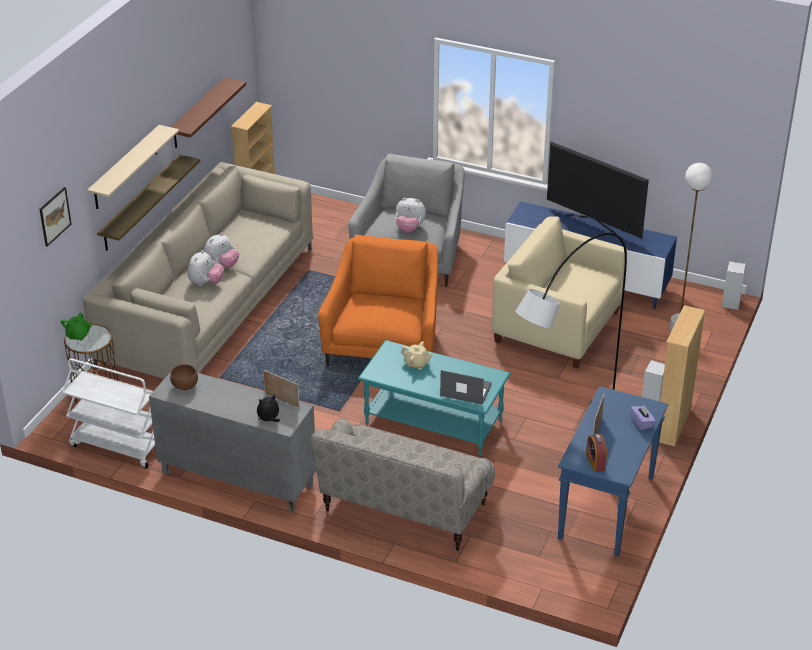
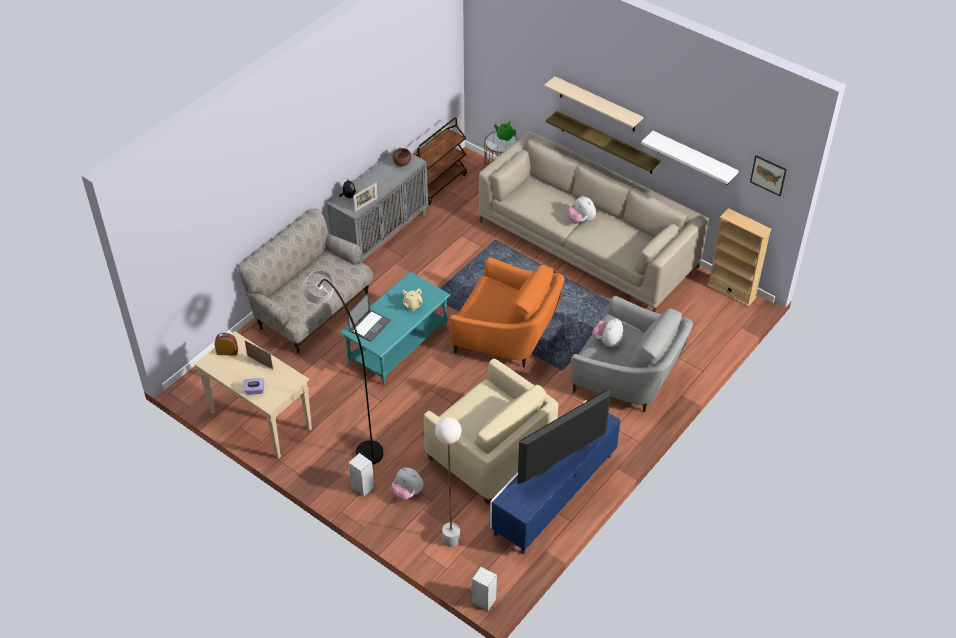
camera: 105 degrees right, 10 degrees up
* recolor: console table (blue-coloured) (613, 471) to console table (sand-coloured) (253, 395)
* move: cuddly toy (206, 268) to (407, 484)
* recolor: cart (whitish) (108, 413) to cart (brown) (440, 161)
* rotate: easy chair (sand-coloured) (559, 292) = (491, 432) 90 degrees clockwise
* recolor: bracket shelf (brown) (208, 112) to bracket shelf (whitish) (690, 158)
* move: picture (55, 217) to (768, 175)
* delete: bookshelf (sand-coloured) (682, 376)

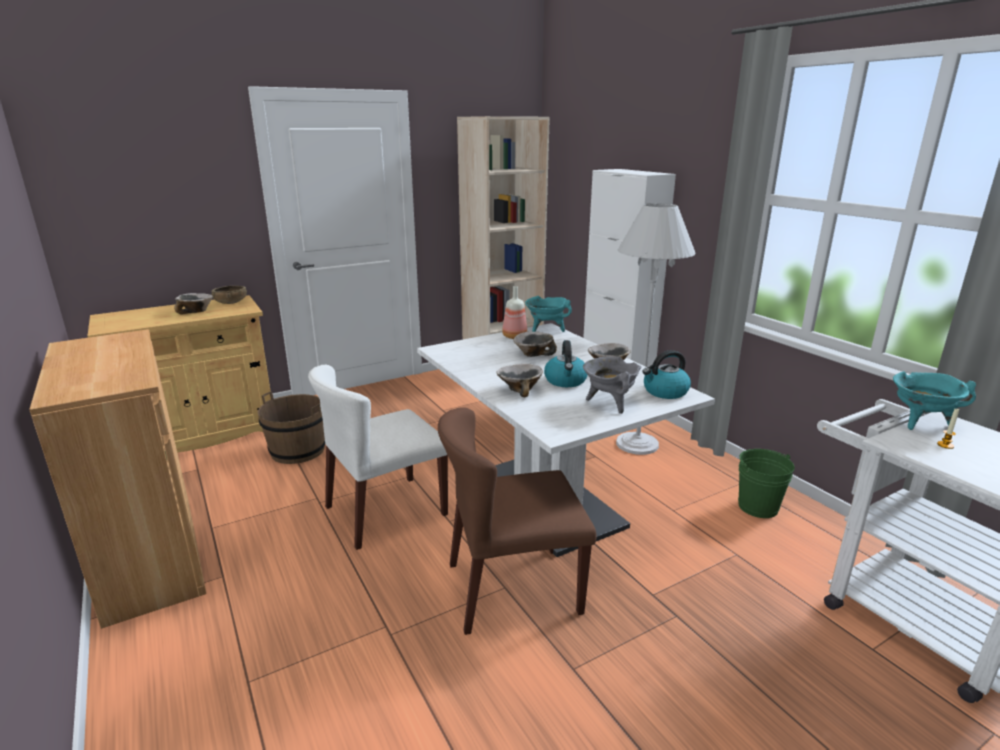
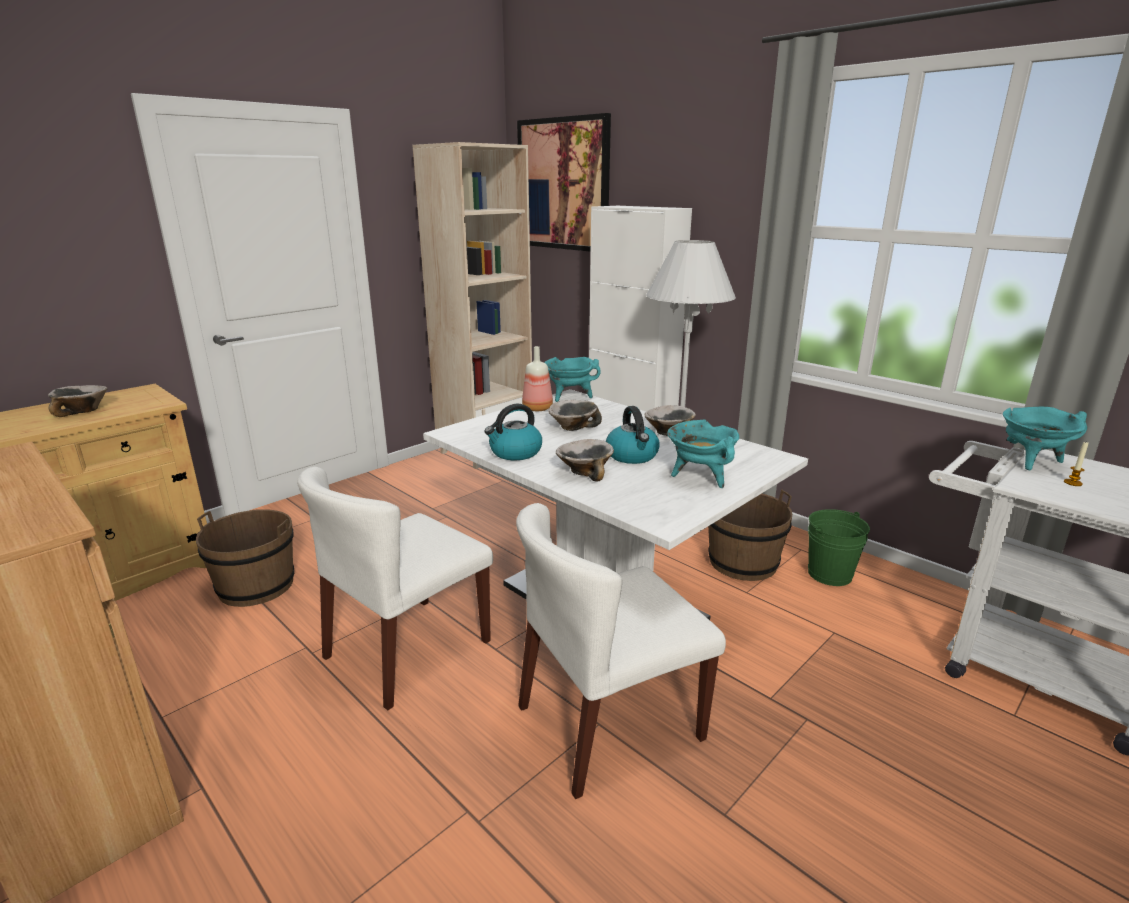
camera: 15 degrees left, 0 degrees up
* move: tea kettle (667, 374) to (513, 432)
* recolor: upright chair (brown) (517, 521) to upright chair (whitish) (621, 651)
* insert: picture (564, 182)
* recolor: stockpot (gray) (612, 385) to stockpot (turquoise-coloured) (703, 454)
* insert: pail (brown) (750, 535)
* delete: bowl (brown) (229, 295)

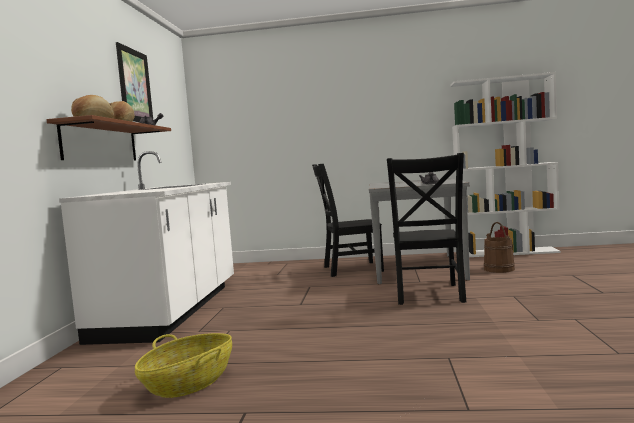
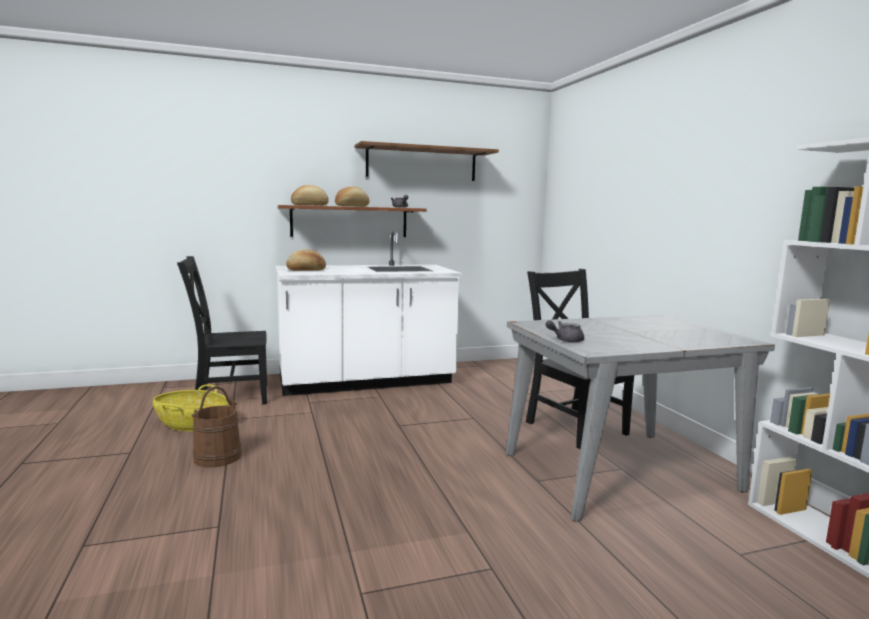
camera: 65 degrees right, 5 degrees up
* move: upright chair (black) (426, 229) to (222, 330)
* move: pail (brown) (499, 247) to (216, 427)
* insert: baked bread (306, 260)
* replace: picture (134, 82) to bracket shelf (brown) (427, 161)

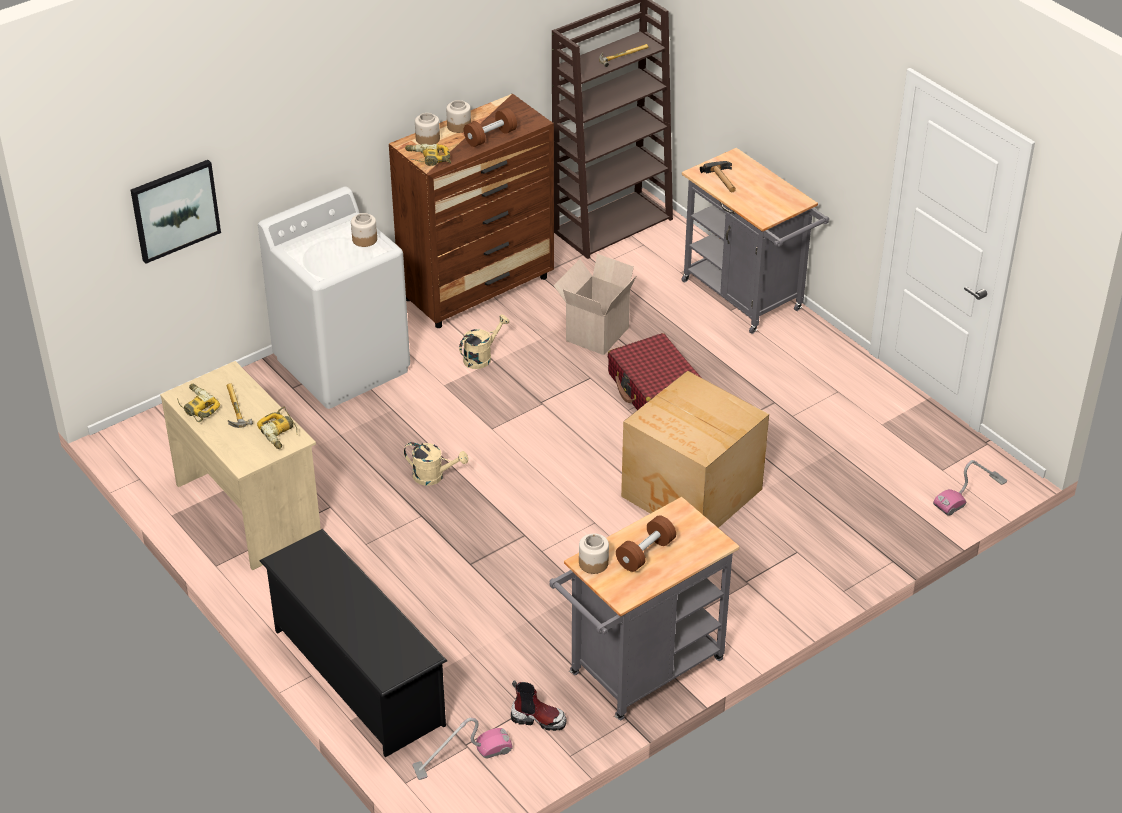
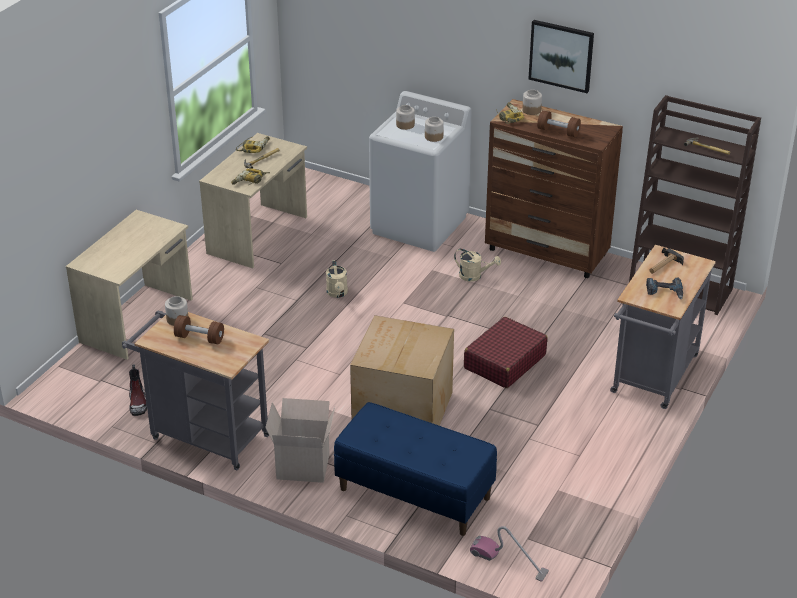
camera: 65 degrees right, 5 degrees down
* replace: shoe shelf (black) (353, 643) to desk unit (sand-coloured) (129, 285)
* move: cardboard box (595, 304) to (300, 440)
* insert: long seat (blue-coloured) (415, 469)
* move: jar (458, 116) to (405, 117)
* move: picture (176, 212) to (561, 56)
* insert: electric drill (664, 288)
* delete: hoover (462, 749)

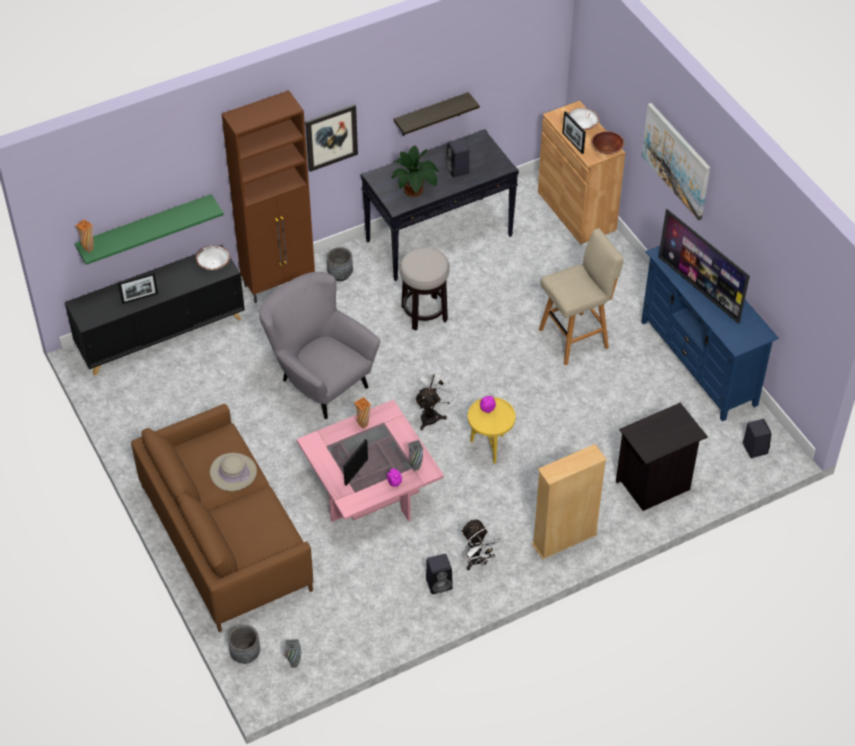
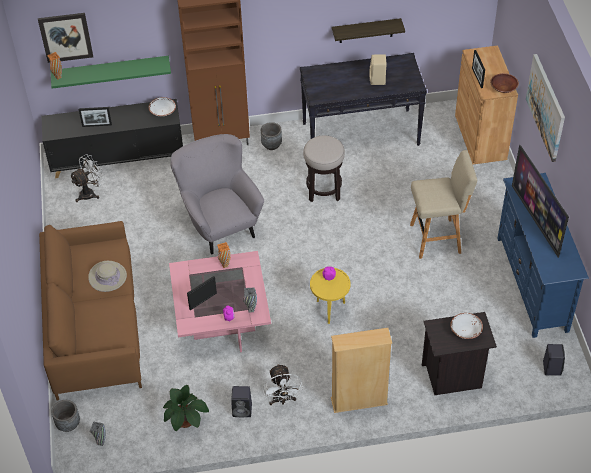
camera: 20 degrees right, 0 degrees up
* move: picture (331, 138) to (65, 38)
* move: fan (whitish) (436, 398) to (87, 178)
* move: houseplant (415, 171) to (186, 408)
* recolor: loudspeaker (black) (457, 157) to loudspeaker (sand-coloured) (378, 69)
* move: bowl (whitish) (583, 119) to (466, 326)

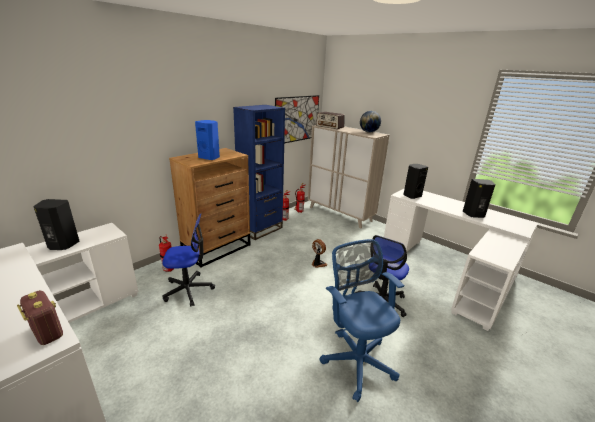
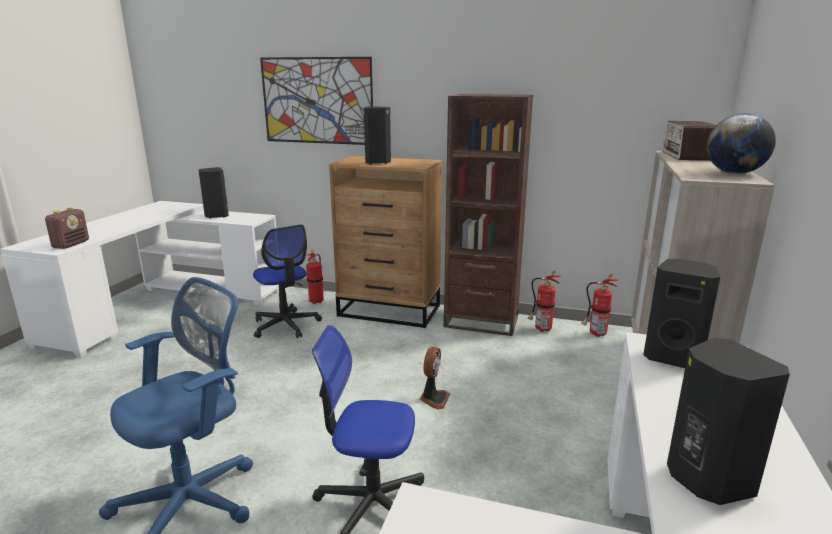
camera: 65 degrees right, 5 degrees down
* move: picture (297, 119) to (316, 101)
* recolor: loudspeaker (blue-coloured) (207, 140) to loudspeaker (black) (377, 136)
* recolor: bookshelf (blue-coloured) (259, 172) to bookshelf (brown) (488, 215)

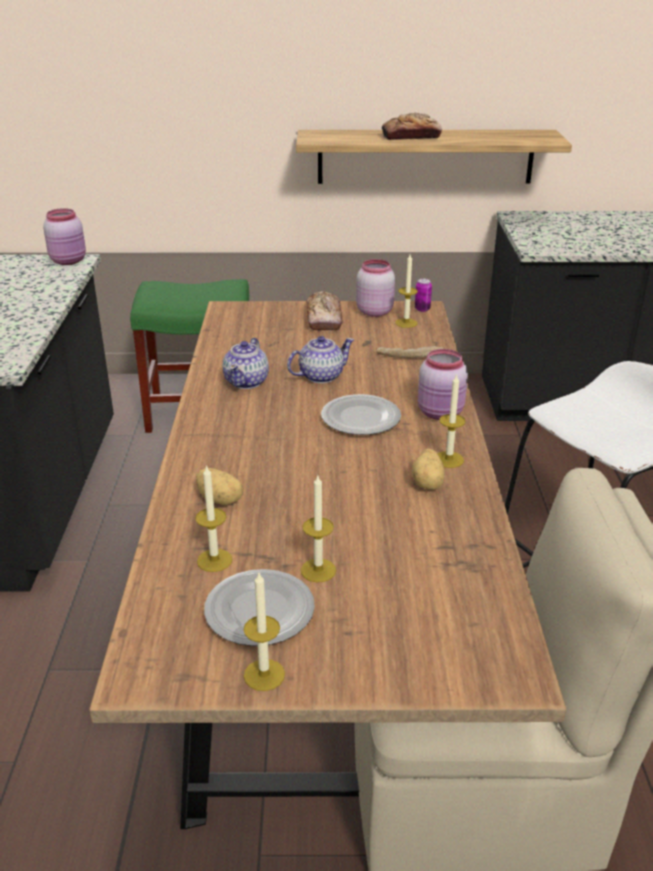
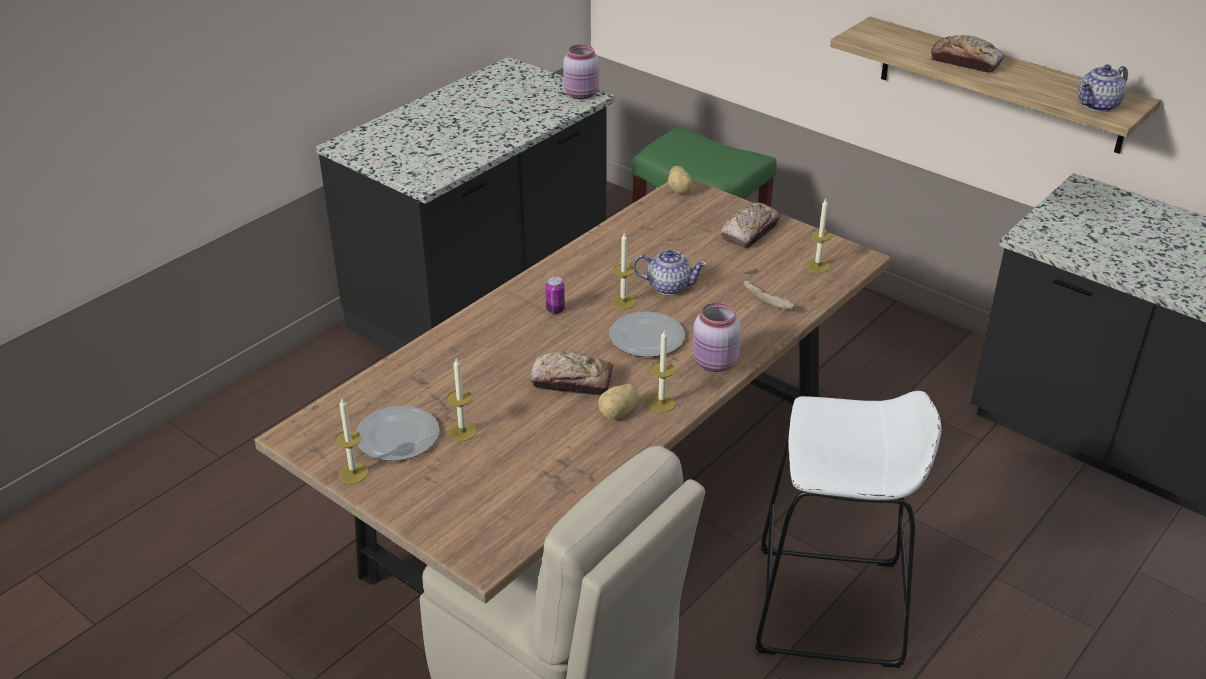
camera: 40 degrees right, 5 degrees up
* insert: baked bread (571, 373)
* move: can (423, 295) to (555, 295)
* move: wax candle (213, 518) to (623, 271)
* move: whole potato (220, 486) to (680, 180)
* move: tea pot (246, 363) to (1103, 88)
* delete: jar (pinkish) (375, 288)

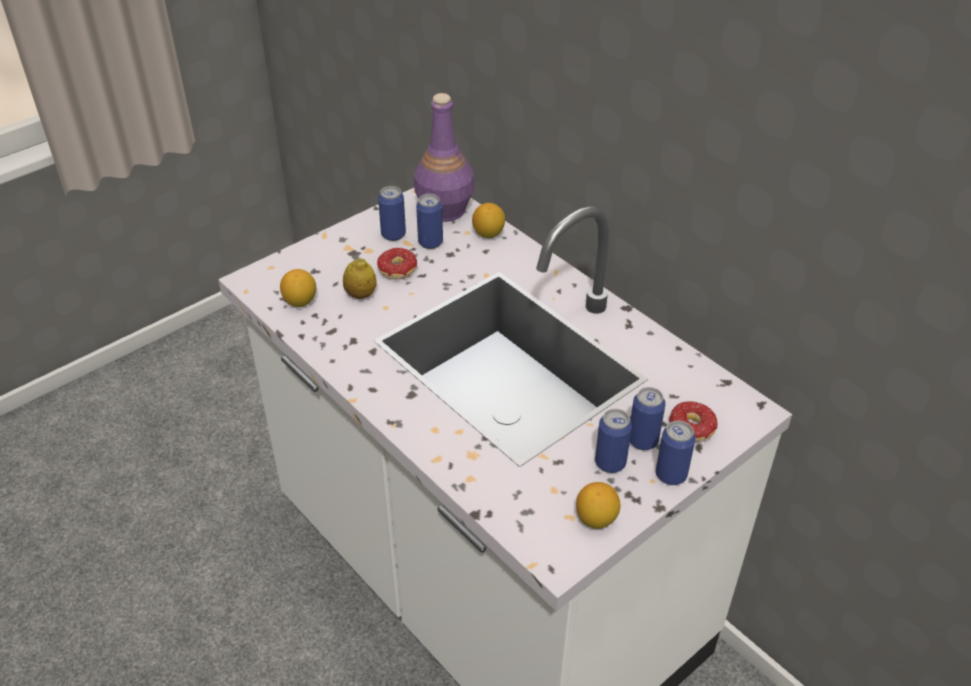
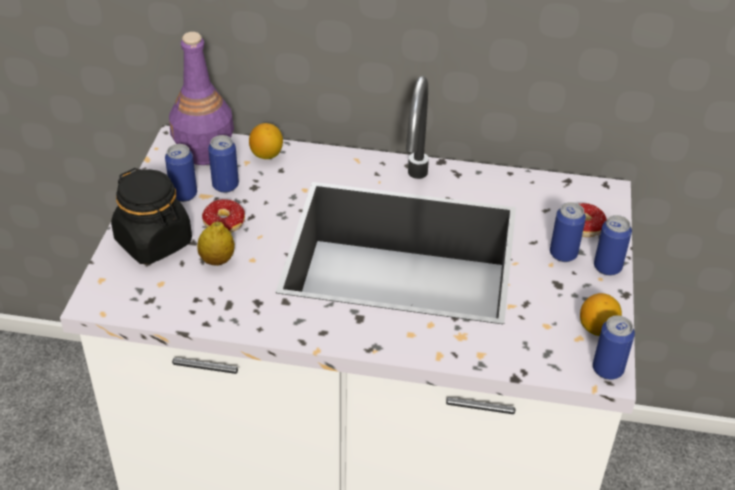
camera: 40 degrees left, 0 degrees up
* insert: jar (black) (151, 216)
* move: can (613, 441) to (614, 347)
* delete: citrus fruit (298, 288)

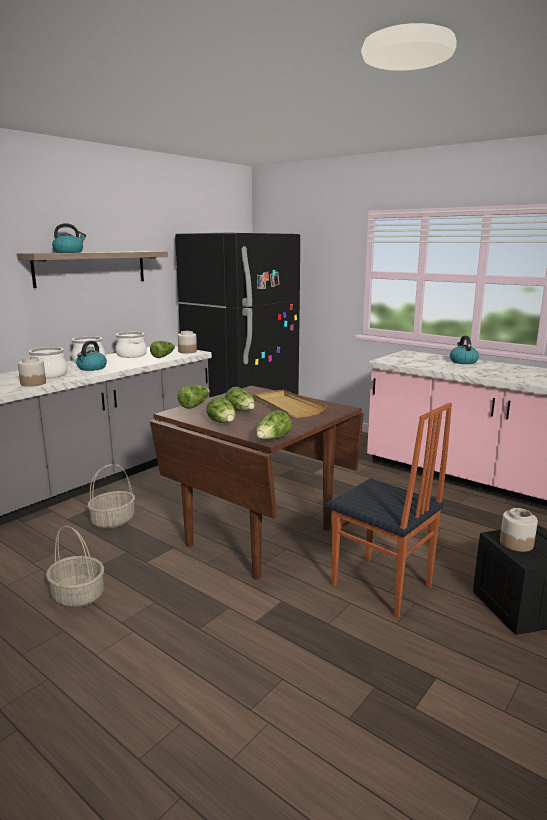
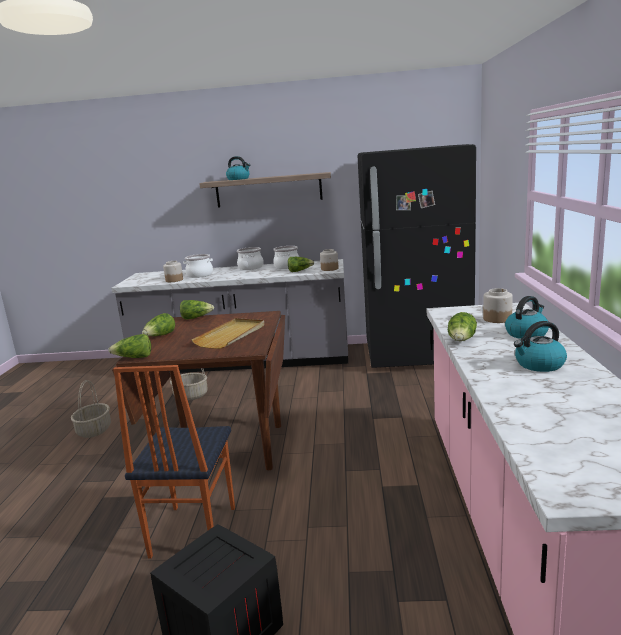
camera: 55 degrees right, 0 degrees up
* move: lettuce head (240, 399) to (462, 326)
* move: jar (519, 530) to (498, 305)
* move: tea kettle (91, 356) to (540, 346)

